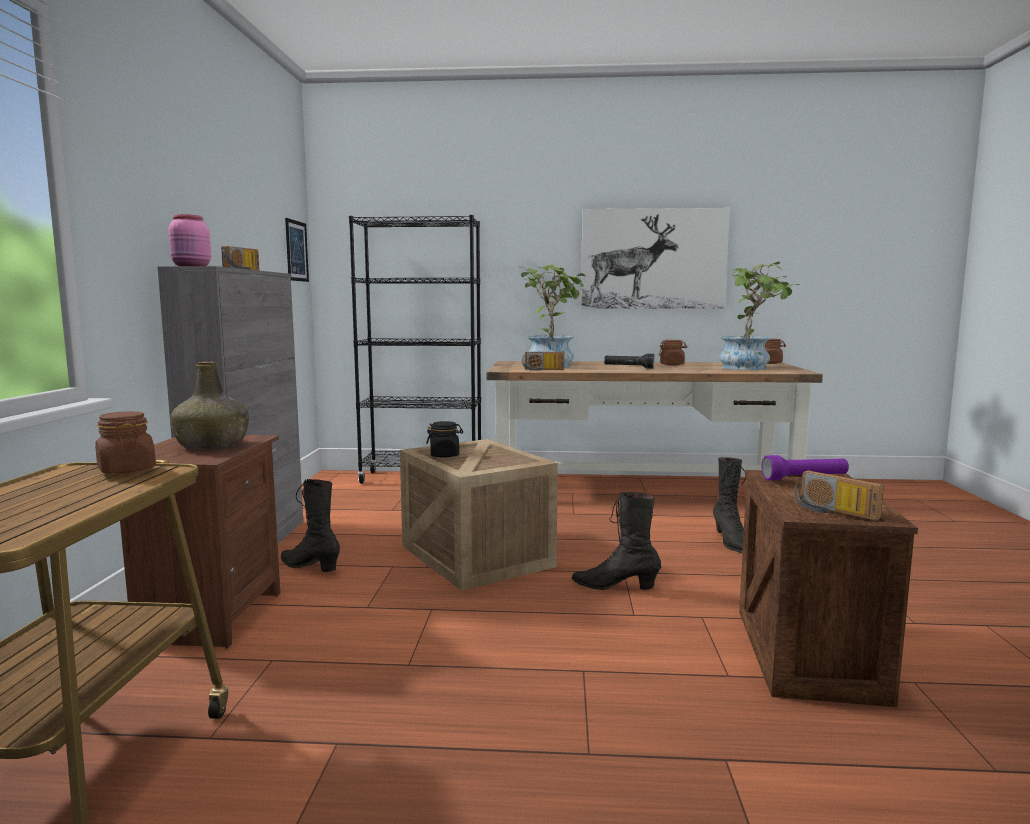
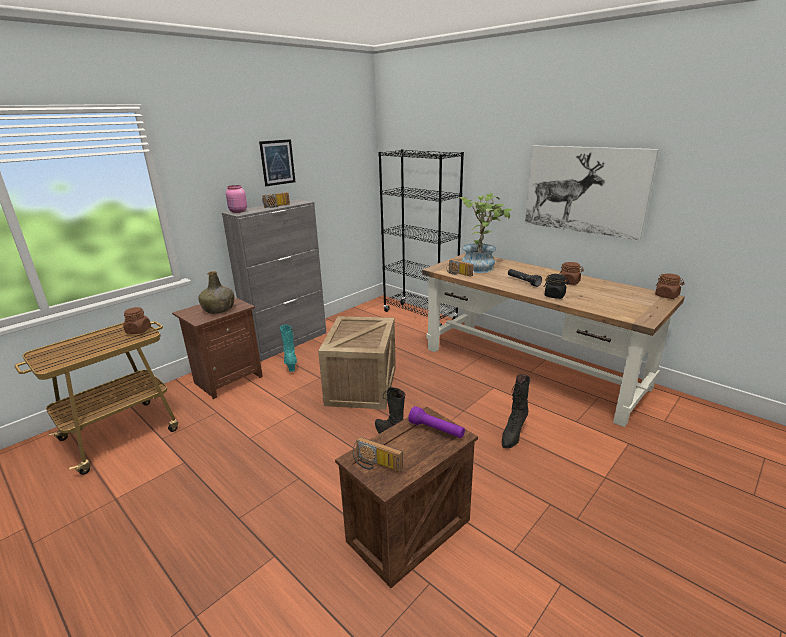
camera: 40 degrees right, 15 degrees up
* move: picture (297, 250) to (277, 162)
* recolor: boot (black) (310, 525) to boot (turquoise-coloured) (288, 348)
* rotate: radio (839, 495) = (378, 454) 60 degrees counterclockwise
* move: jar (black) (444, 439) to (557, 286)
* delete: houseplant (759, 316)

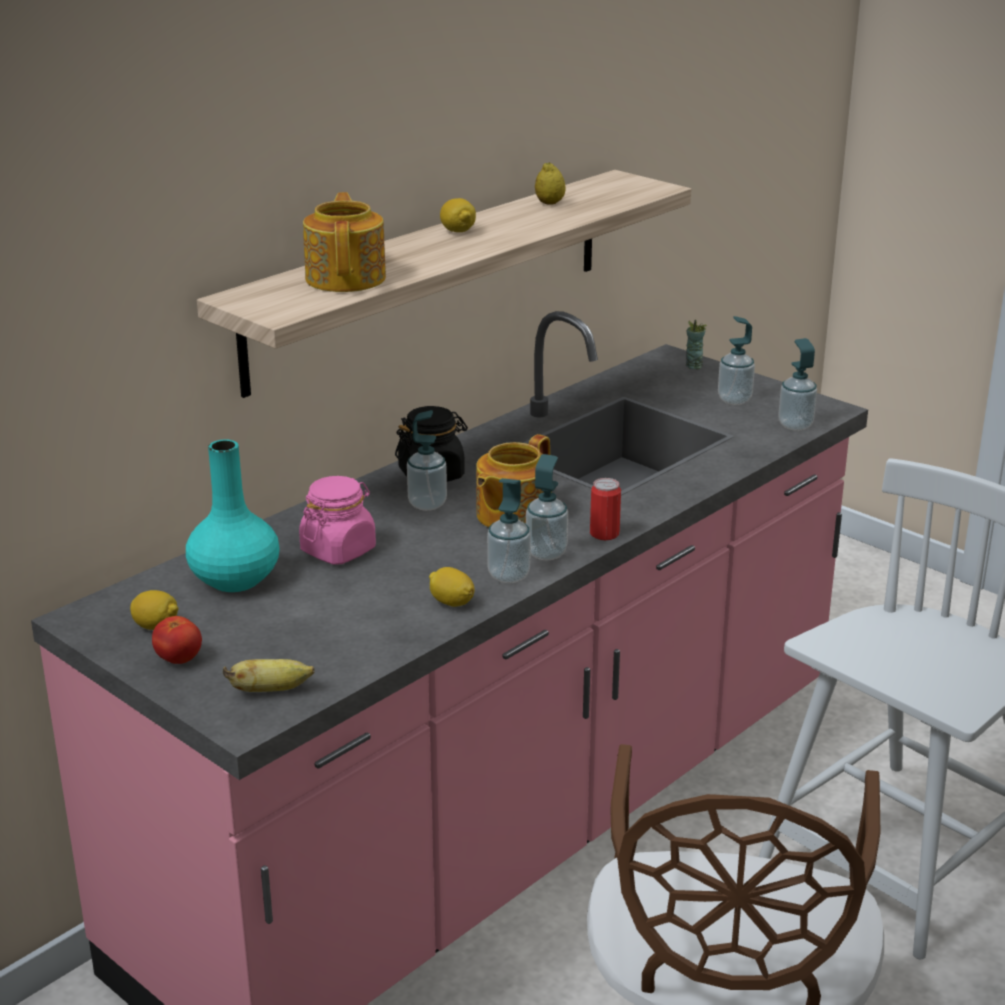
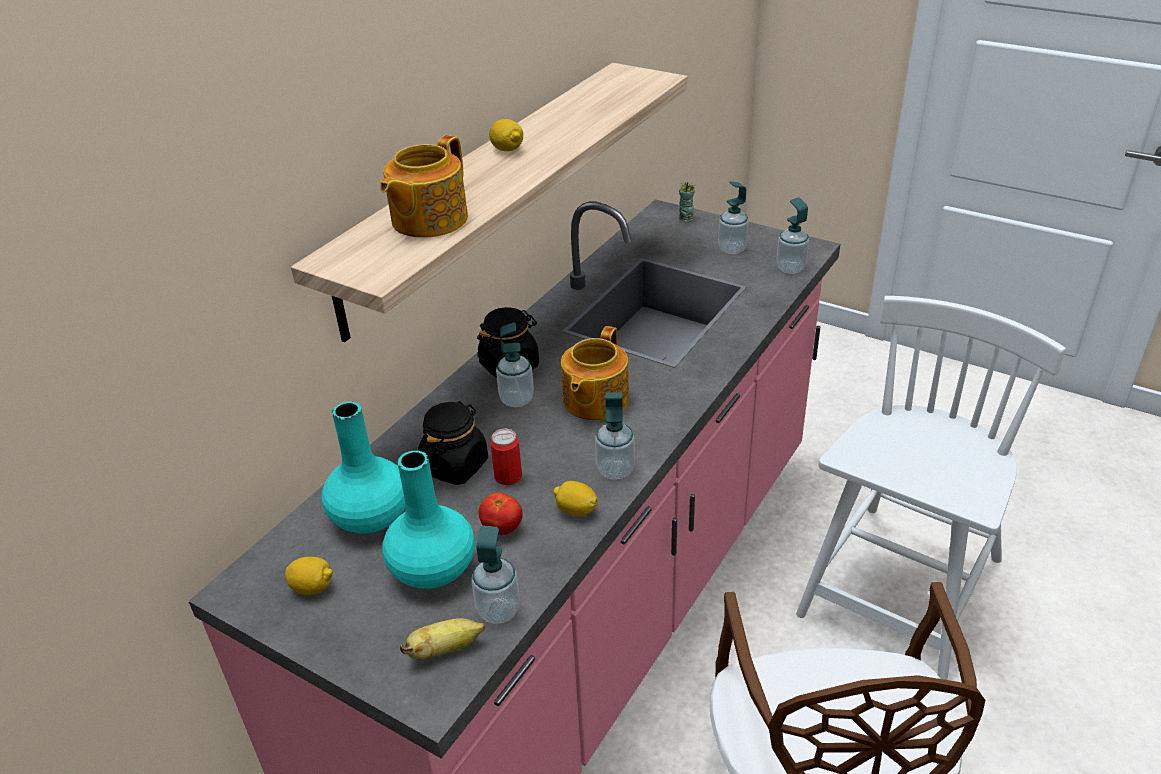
camera: 10 degrees left, 10 degrees up
* rotate: tea pot (344, 242) = (424, 186) 135 degrees counterclockwise
* insert: vase (turquoise-coloured) (429, 519)
* recolor: jar (pinkish) (337, 520) to jar (black) (453, 443)
* move: soap dispenser (547, 507) to (496, 575)
* move: fresh tomato (177, 640) to (500, 514)
* move: can (605, 509) to (506, 457)
* delete: citrus fruit (550, 183)

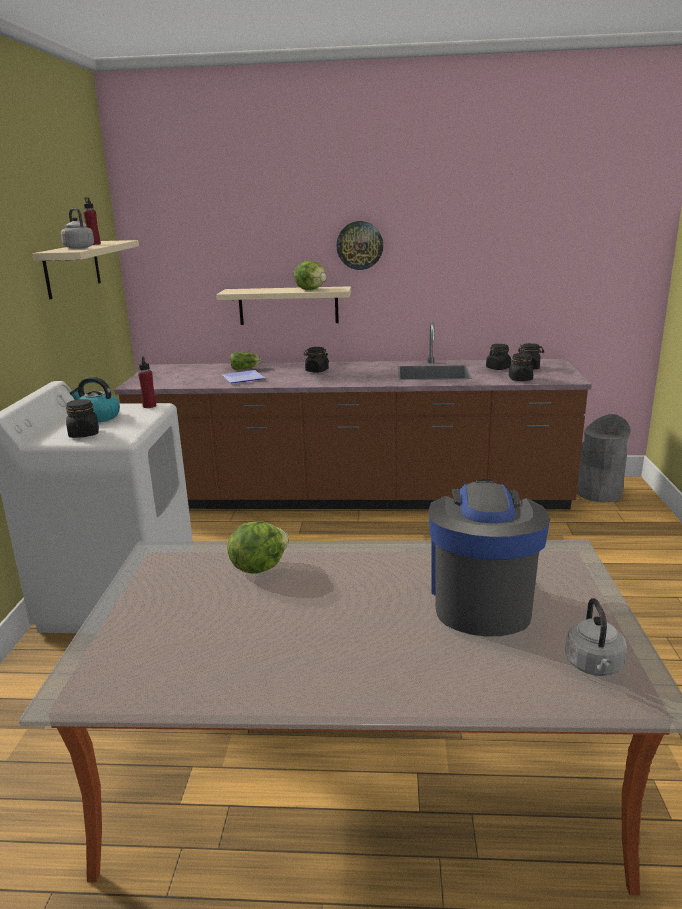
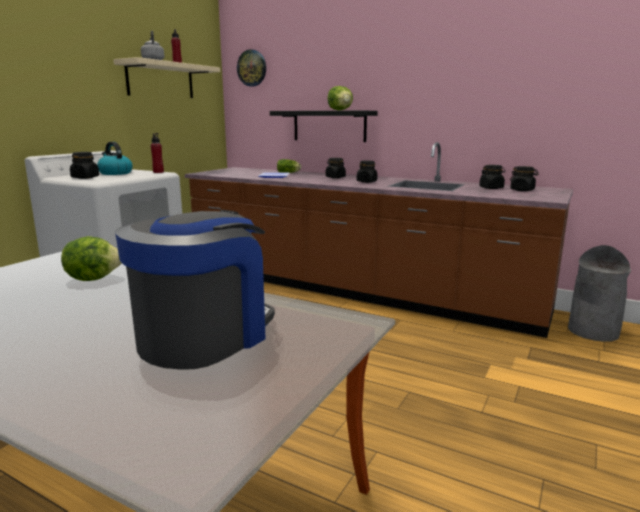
camera: 25 degrees right, 5 degrees down
* move: clock on the wall (359, 245) to (251, 68)
* recolor: bracket shelf (sand-coloured) (283, 305) to bracket shelf (black) (324, 126)
* move: jar (black) (521, 367) to (367, 172)
* delete: tea kettle (gray) (596, 637)

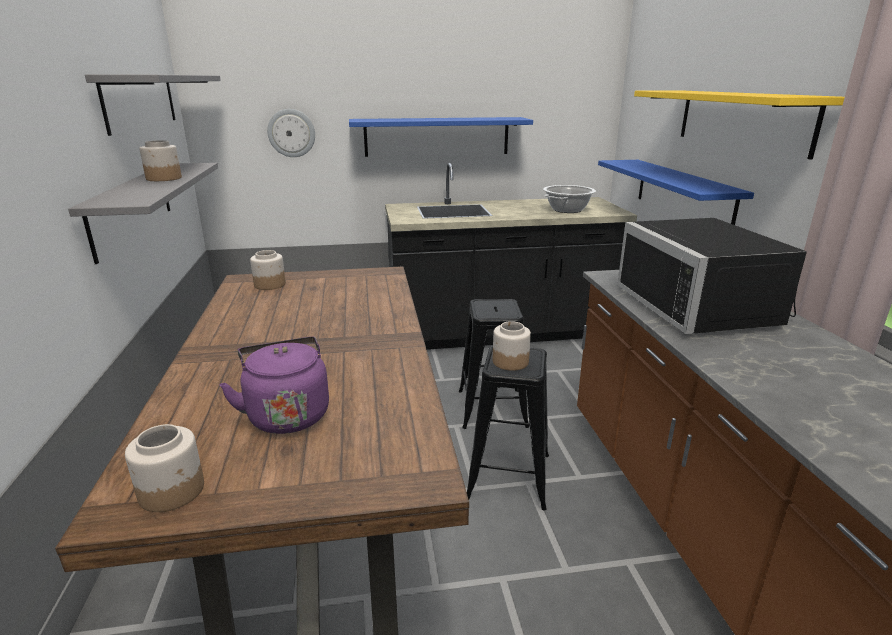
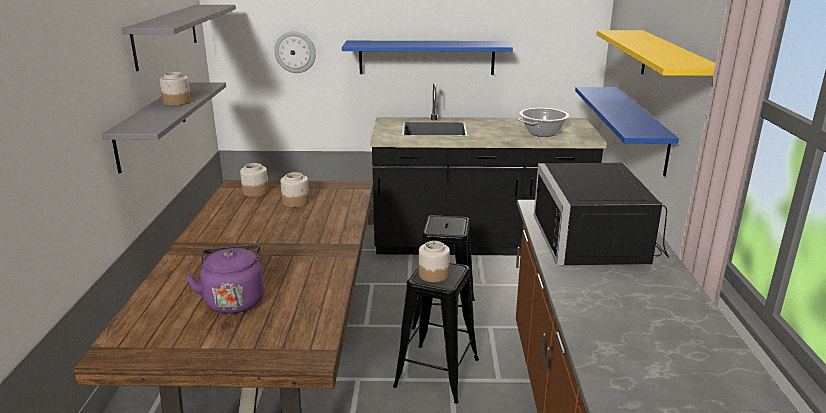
camera: 10 degrees right, 0 degrees up
* move: jar (164, 468) to (294, 189)

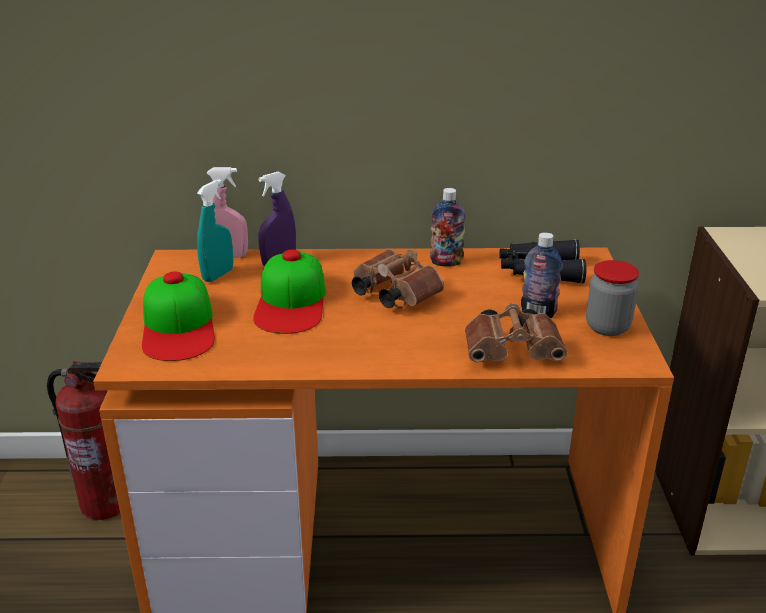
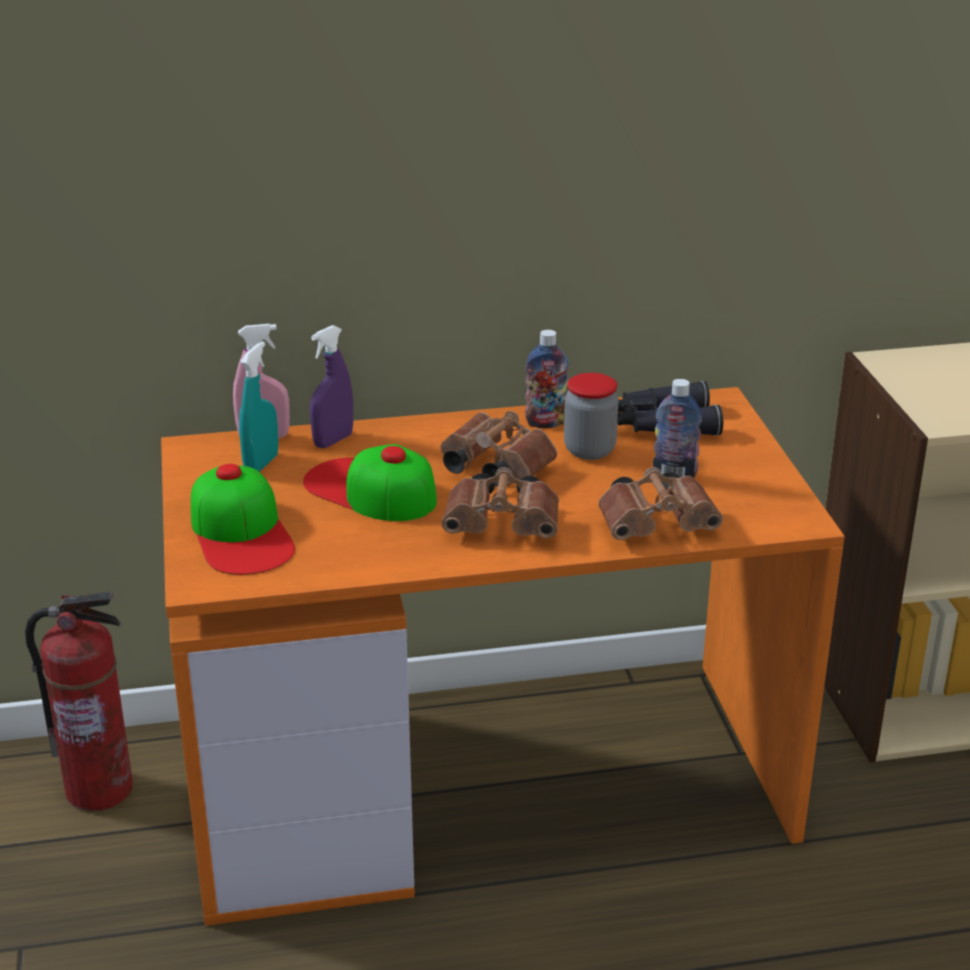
camera: 10 degrees left, 0 degrees up
* rotate: peaked cap (289, 291) = (370, 482) 135 degrees clockwise
* insert: field glasses (brown) (500, 502)
* move: jar (612, 298) to (591, 416)

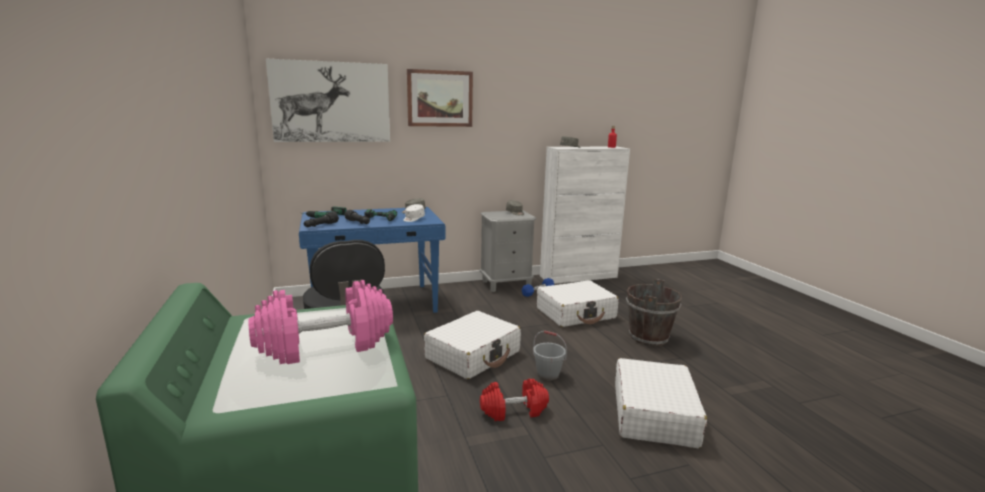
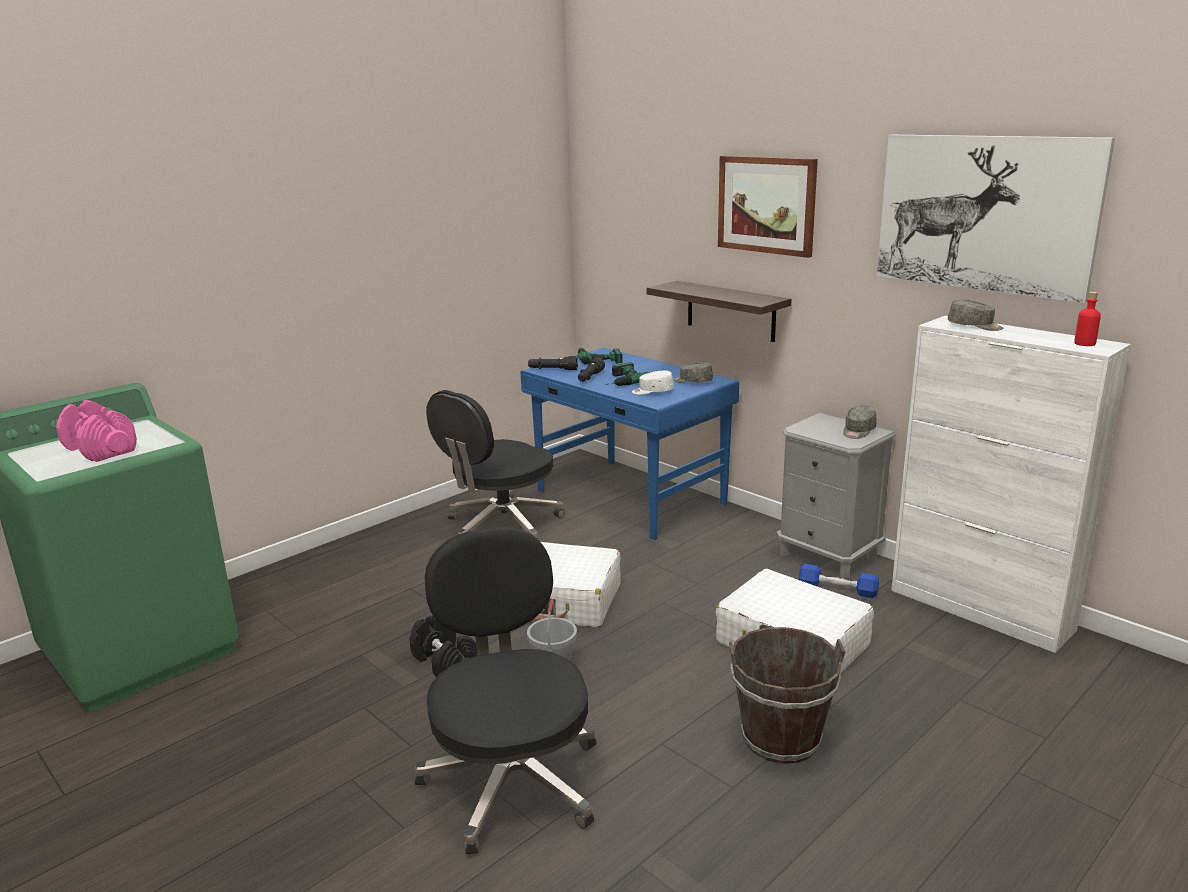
camera: 65 degrees right, 5 degrees up
* recolor: dumbbell (red) (514, 400) to dumbbell (black) (443, 646)
* replace: suitcase (whitish) (661, 403) to desk chair (black) (505, 690)
* insert: bracket shelf (719, 311)
* move: picture (328, 100) to (996, 219)

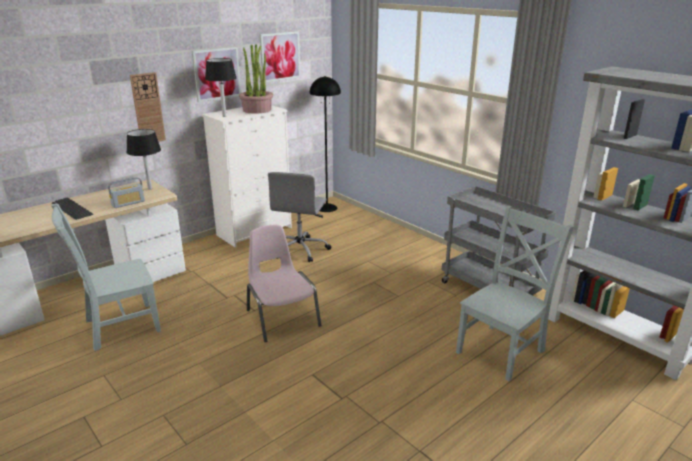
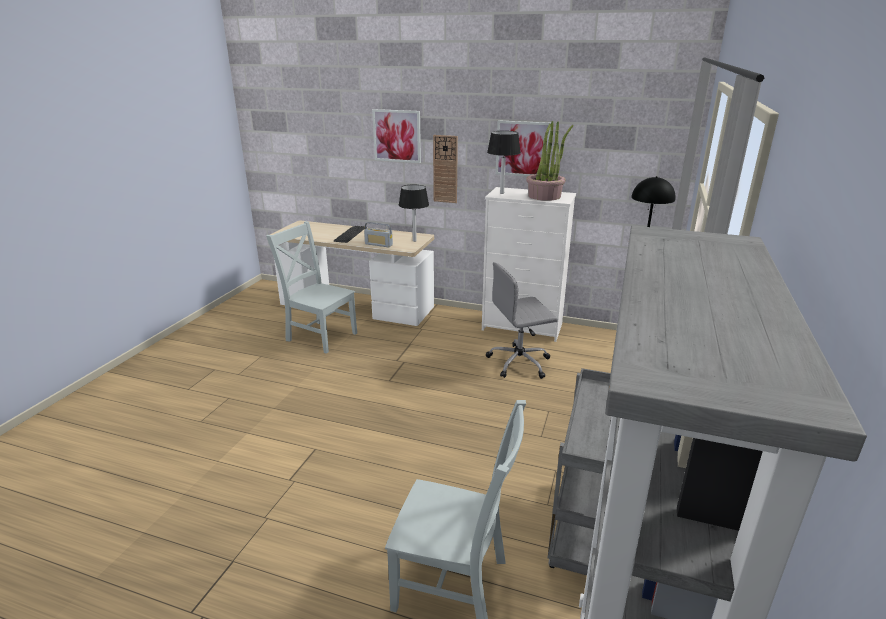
camera: 60 degrees right, 0 degrees up
* move: picture (280, 56) to (396, 136)
* delete: upright chair (pinkish) (284, 283)

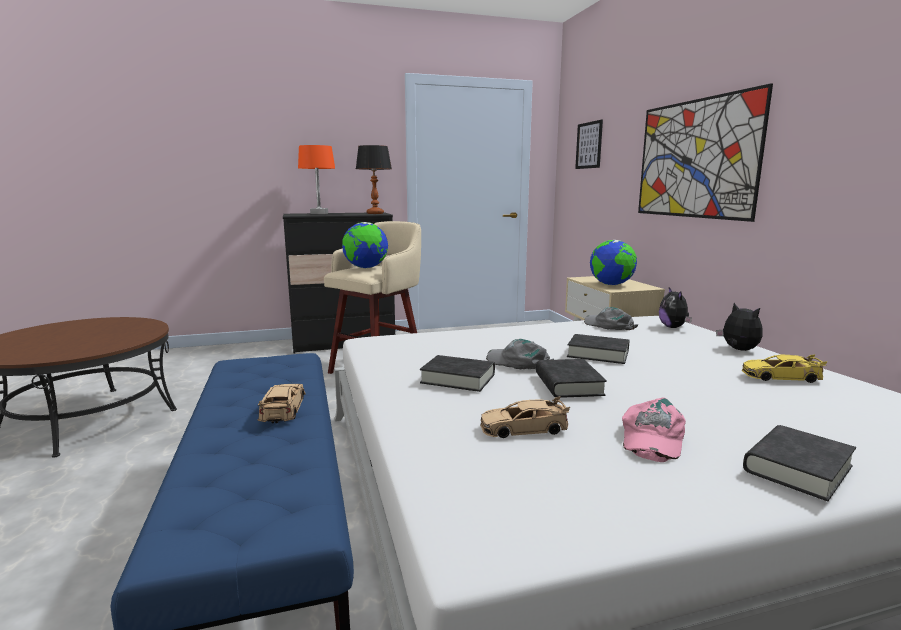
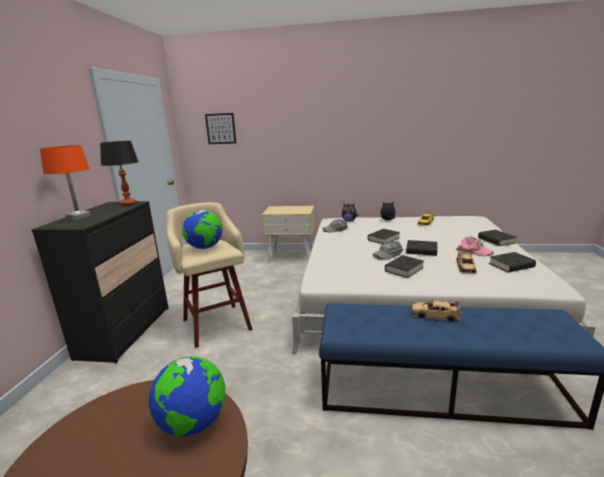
camera: 65 degrees left, 5 degrees up
* move: desk globe (613, 262) to (187, 396)
* insert: bound book (black) (512, 262)
* delete: picture (705, 152)

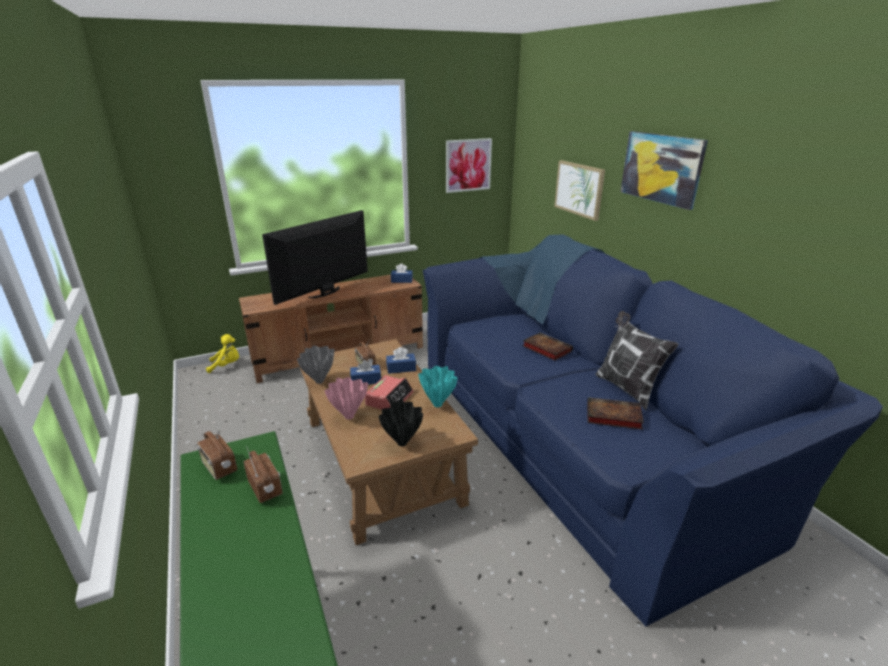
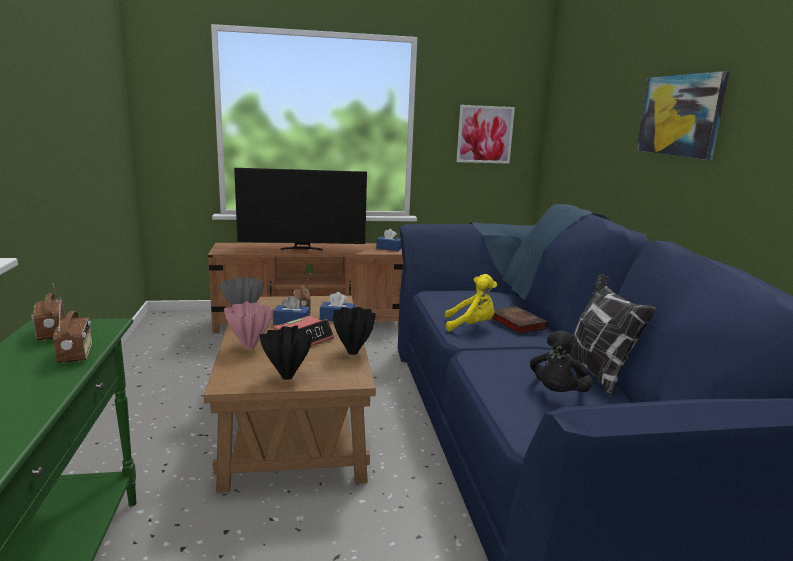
camera: 15 degrees right, 10 degrees down
* rotate: TV (315, 257) = (300, 209) 150 degrees counterclockwise
* recolor: vase (turquoise-coloured) (438, 386) to vase (black) (354, 331)
* move: cuddly toy (yellowish) (222, 353) to (471, 303)
* replace: bound book (615, 413) to cuddly toy (black) (561, 361)
* delete: picture (579, 190)

